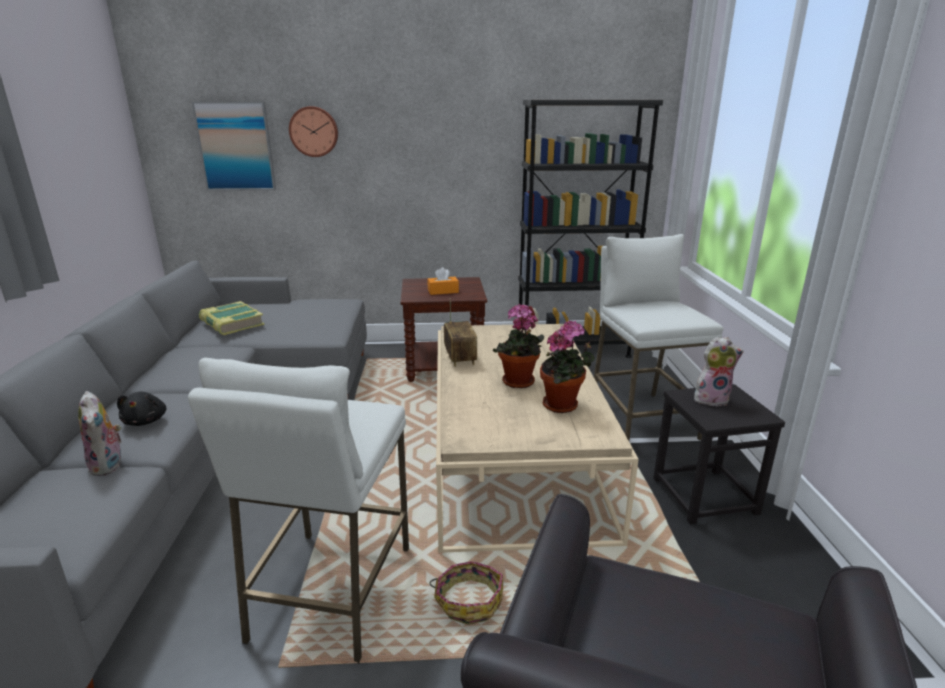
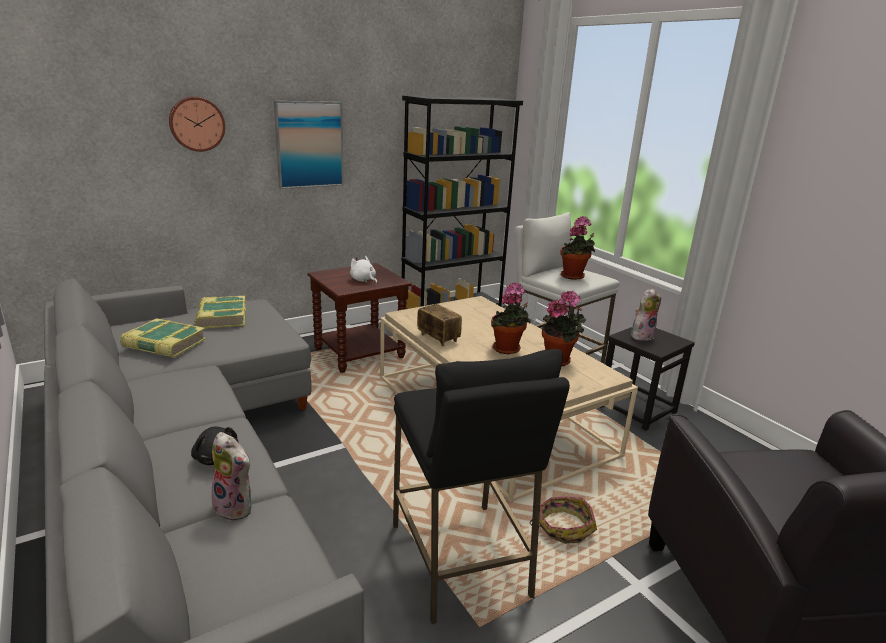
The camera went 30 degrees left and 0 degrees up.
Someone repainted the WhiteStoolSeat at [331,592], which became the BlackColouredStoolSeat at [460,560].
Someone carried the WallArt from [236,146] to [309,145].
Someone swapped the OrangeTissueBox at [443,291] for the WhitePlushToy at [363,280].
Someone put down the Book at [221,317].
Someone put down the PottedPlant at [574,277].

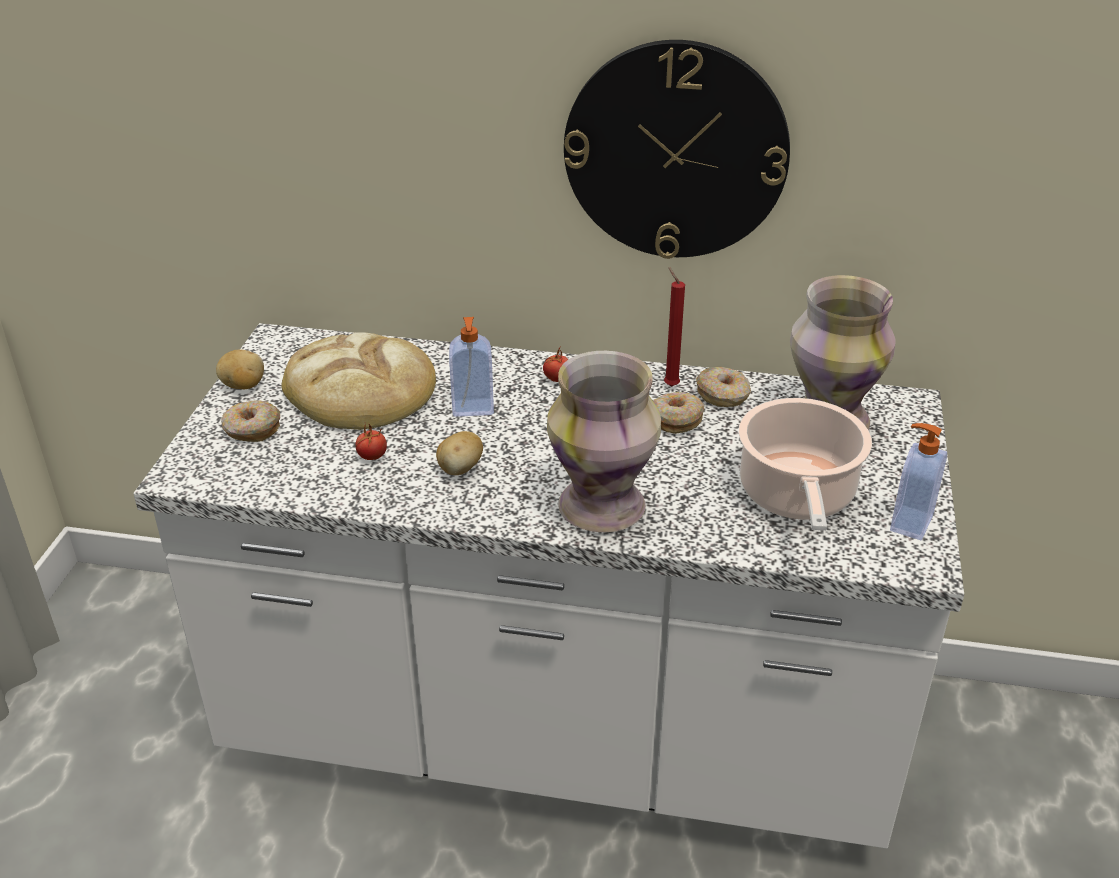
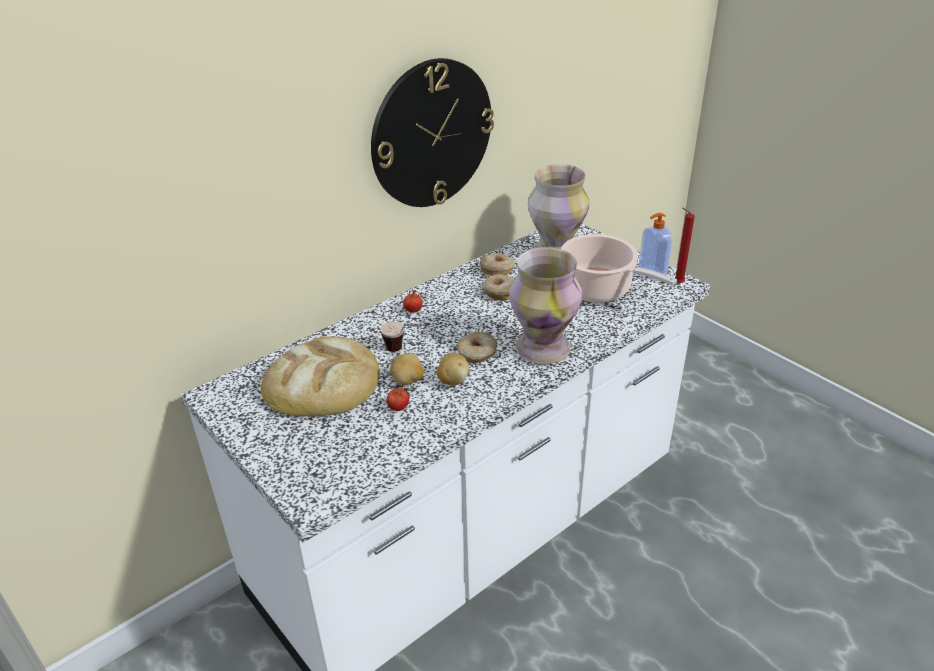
The camera went 50 degrees left and 0 degrees up.
Someone carried the Spud from [243,386] to [408,381].
Someone carried the Donut from [252,429] to [477,353].
Someone swapped the SoapDispenser at [473,409] for the Cup at [401,350].
Someone carried the RedWaxCandle from [669,385] to [677,283].

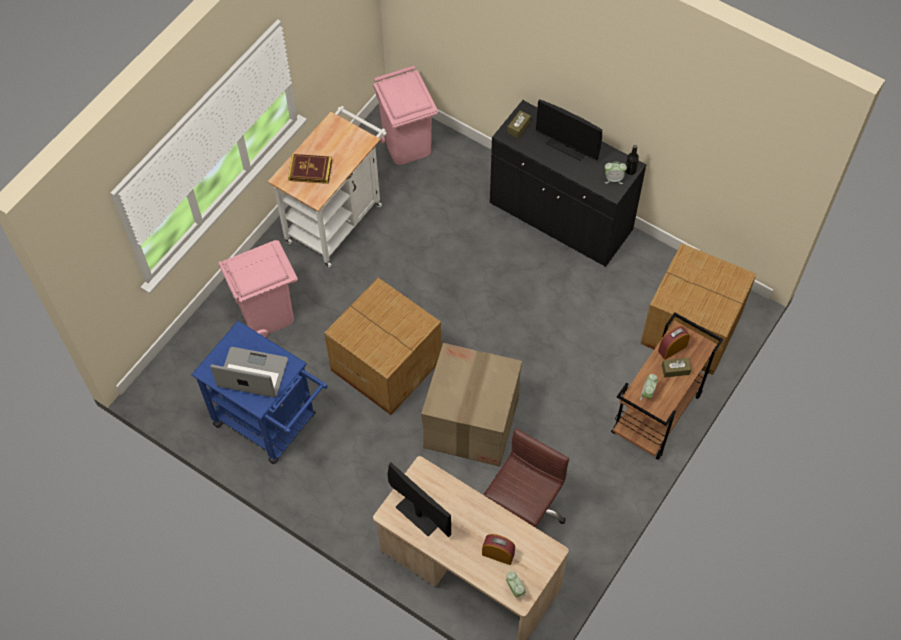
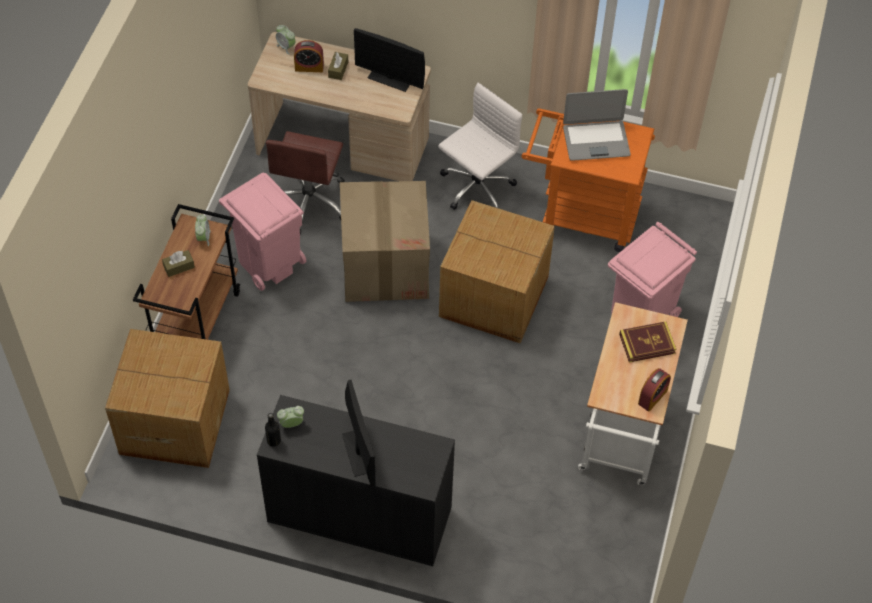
The camera went 160 degrees right and 5 degrees down.
Someone repainted the BlueColouredWheeledCart at [272,423], which became the OrangeWheeledCart at [580,214].
Someone carried the PinkColouredTrashCan from [407,145] to [268,263].
Someone carried the BrownColouredTissueBox from [518,127] to [338,69].
Someone rotated the Monitor at [567,146] by 60 degrees clockwise.
Someone carried the BedsideClock from [672,348] to [652,397].
Someone put down the WhiteComputerChair at [476,188].

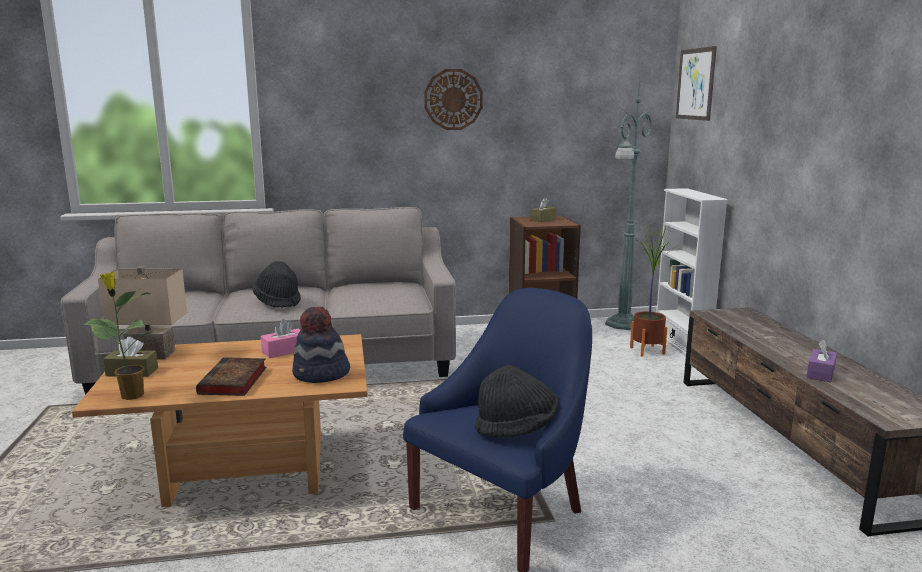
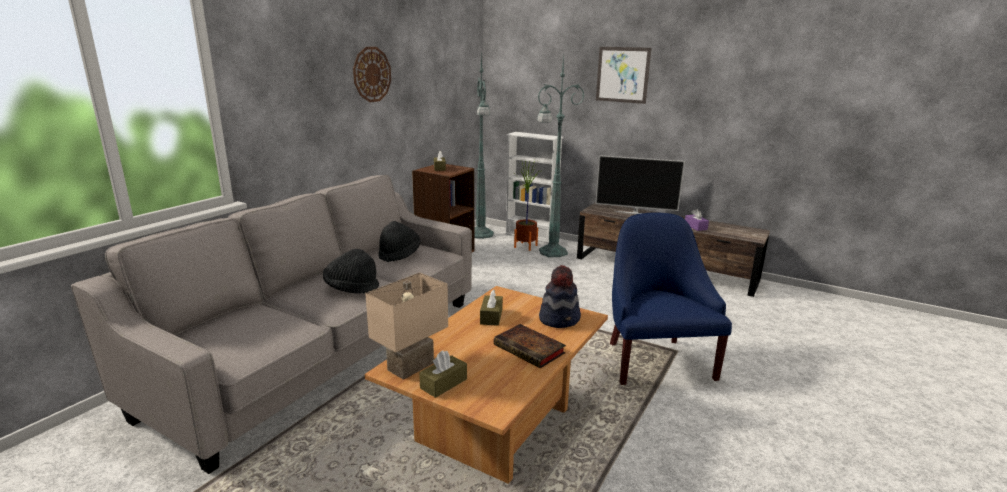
The camera went 50 degrees left and 5 degrees up.
Someone took away the PottedPlant at [130,395].
Someone repainted the PinkColouredTissueBox at [284,351], which became the BrownColouredTissueBox at [491,316].
Someone carried the BlackColouredClothingHat from [516,427] to [399,254].
Someone carried the WallArt from [695,84] to [622,75].
Someone put down the GreenishStandingLamp at [551,252].
Someone put down the Tv at [635,213].

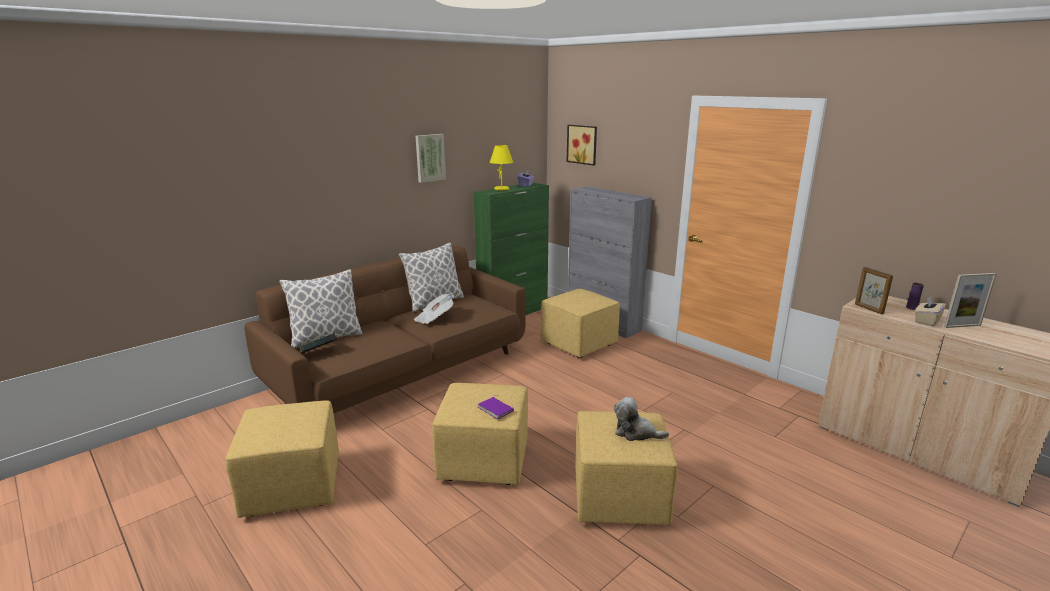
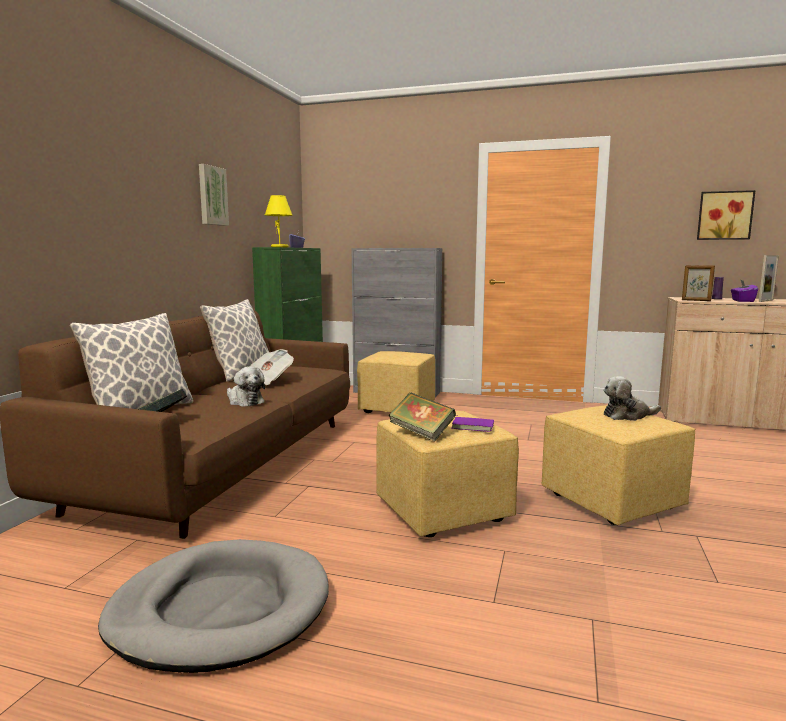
The camera went 30 degrees left and 10 degrees down.
Someone swapped the YellowColouredPouffe at [291,487] for the GreyishPetBed at [220,609].
Someone carried the WallArt from [583,144] to [724,215].
Someone repainted the SandColouredTissueBox at [926,321], which became the PurplishTissueBox at [742,301].
Someone put down the PlushToy at [244,401].
Someone put down the Book at [421,433].

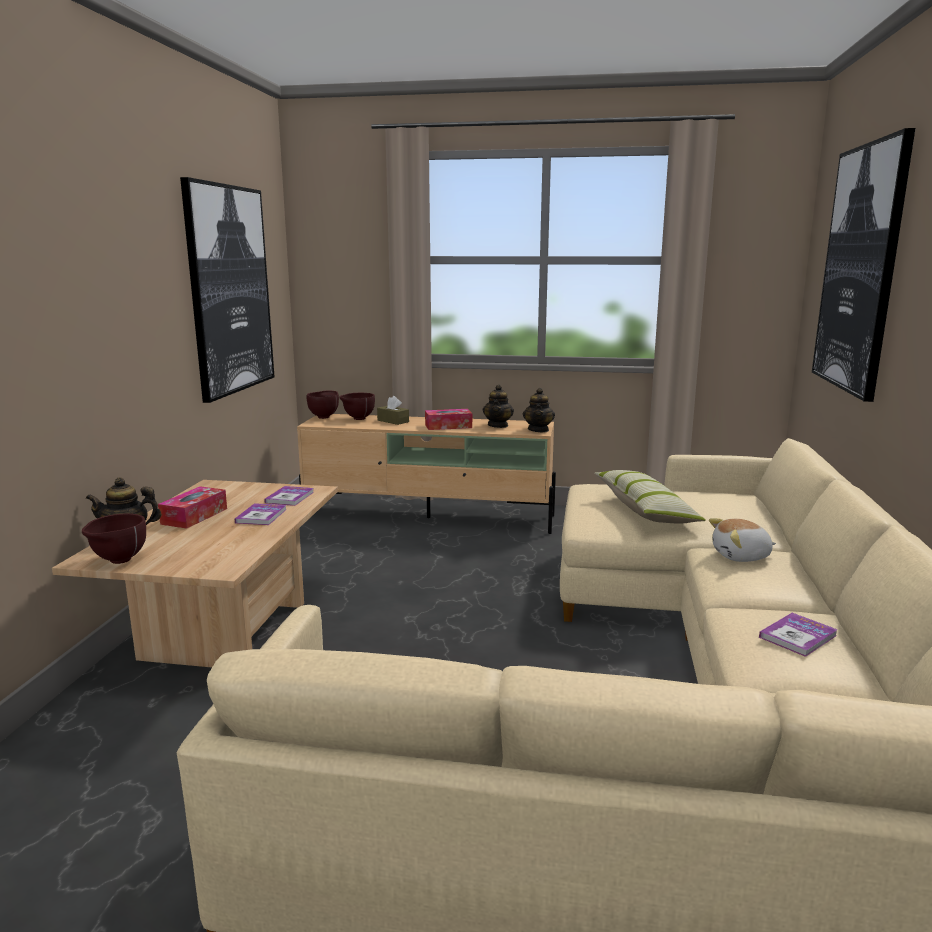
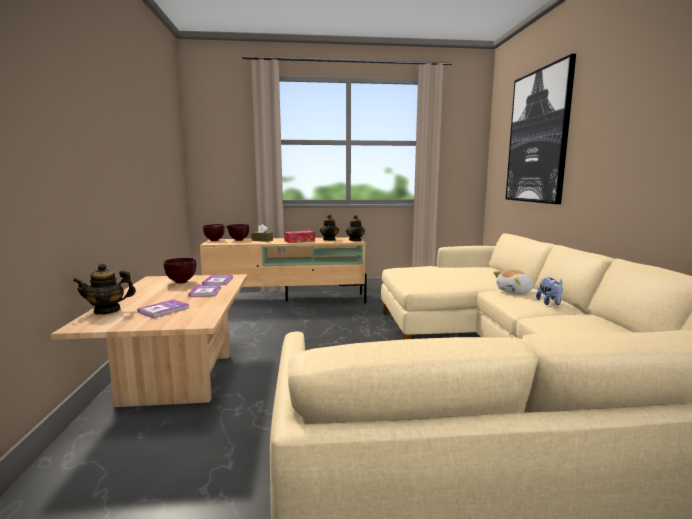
The camera went 15 degrees left and 5 degrees down.
Someone carried the BrownColouredDeepDish from [118,561] to [180,282].
Someone took away the TissueBox at [194,516].
Someone took away the WallArt at [230,290].
Someone took away the Pillow at [645,510].
Someone carried the Book from [798,636] to [164,310].
Someone put down the PlushToy at [549,303].

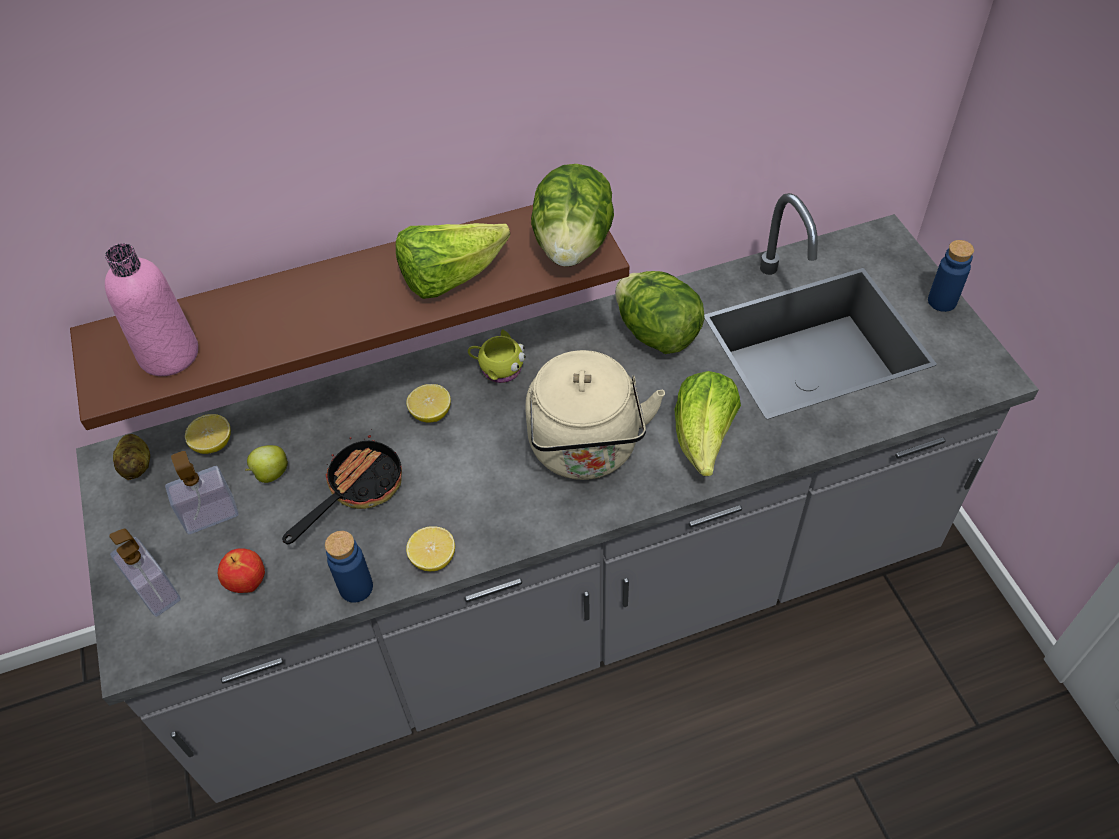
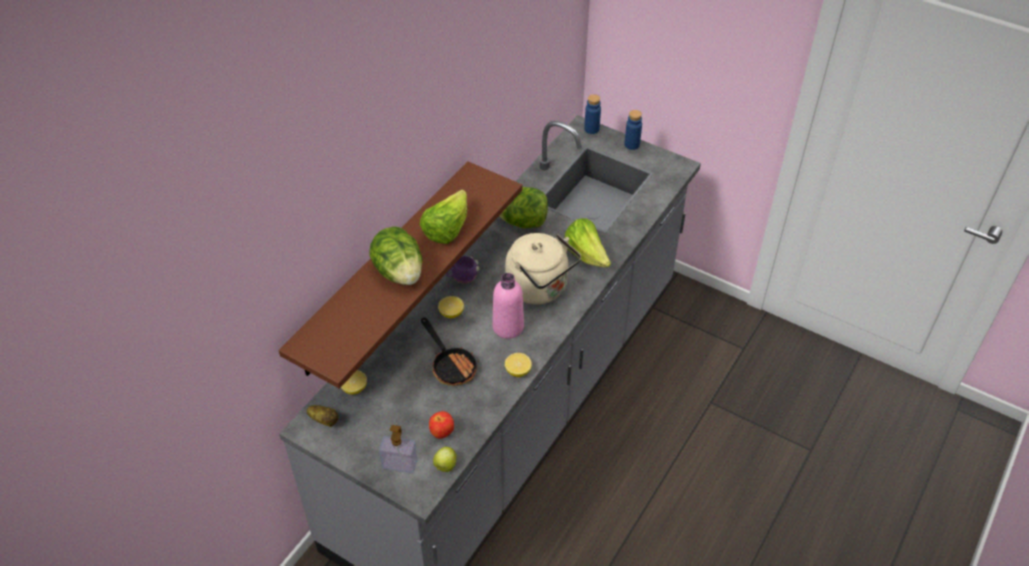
The camera went 40 degrees left and 5 degrees down.
Someone carried the PinkColouredDrinkBottle from [169,354] to [508,327].
Someone took away the SoapDispenser at [210,515].
Someone carried the Apple from [270,474] to [445,466].
Someone rotated the FryingPan at [357,489] by 150 degrees clockwise.
Someone carried the BlueColouredDrinkBottle from [356,587] to [591,129].
Someone repainted the YellowColouredTeaMug at [498,368], which became the PurplishTeaMug at [462,276].
Someone carried the HeadOfLettuce from [573,245] to [399,272].

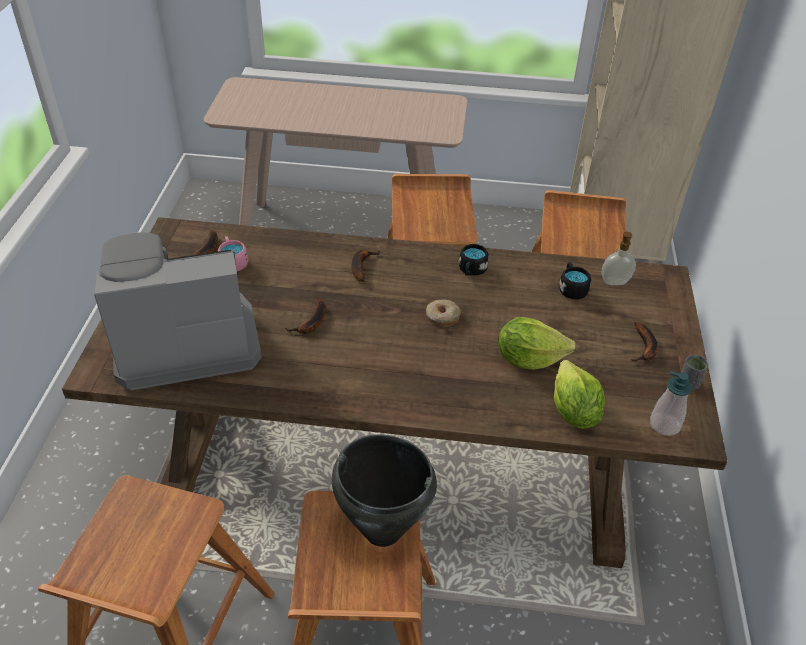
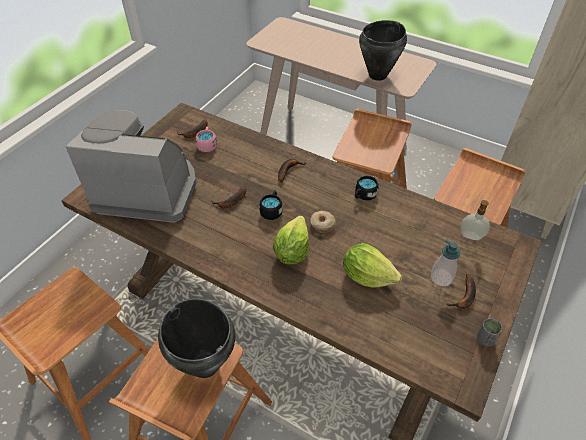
The camera went 25 degrees right and 5 degrees up.
Someone carried the HeadOfLettuce from [572,412] to [292,251].
Someone carried the BlackColouredTeaMug from [571,288] to [272,210].
Someone carried the SoapDispenser from [664,425] to [441,278].
Someone put down the BlackColouredSaucepot at [378,75].

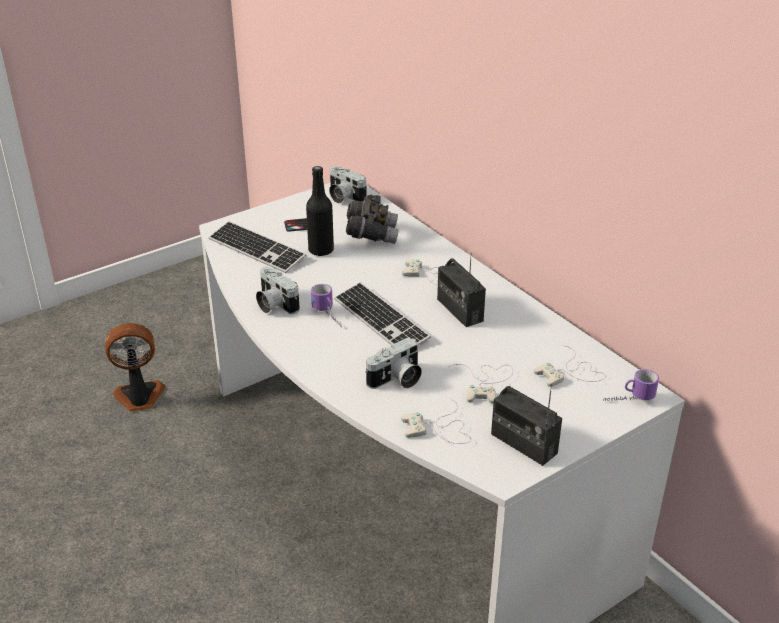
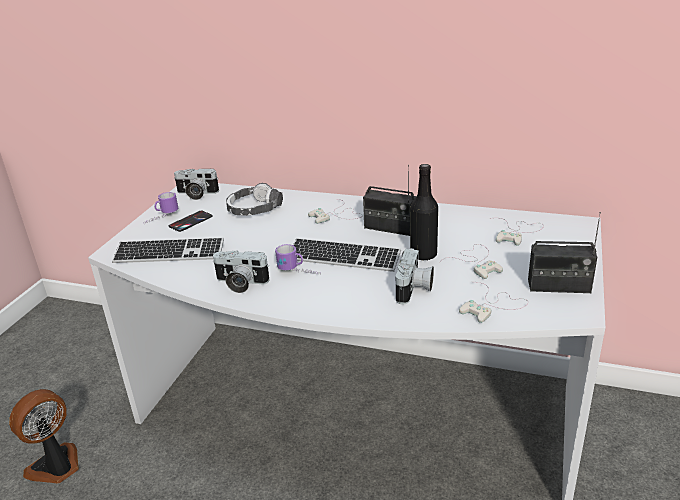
The camera went 35 degrees left and 5 degrees down.
Someone carried the BlackColouredDrinkBottle from [321,250] to [423,255].
Someone swapped the GreyishFieldGlasses at [371,234] for the PairOfHeadphones at [254,209].
Someone carried the TeaMug from [628,399] to [161,218].

